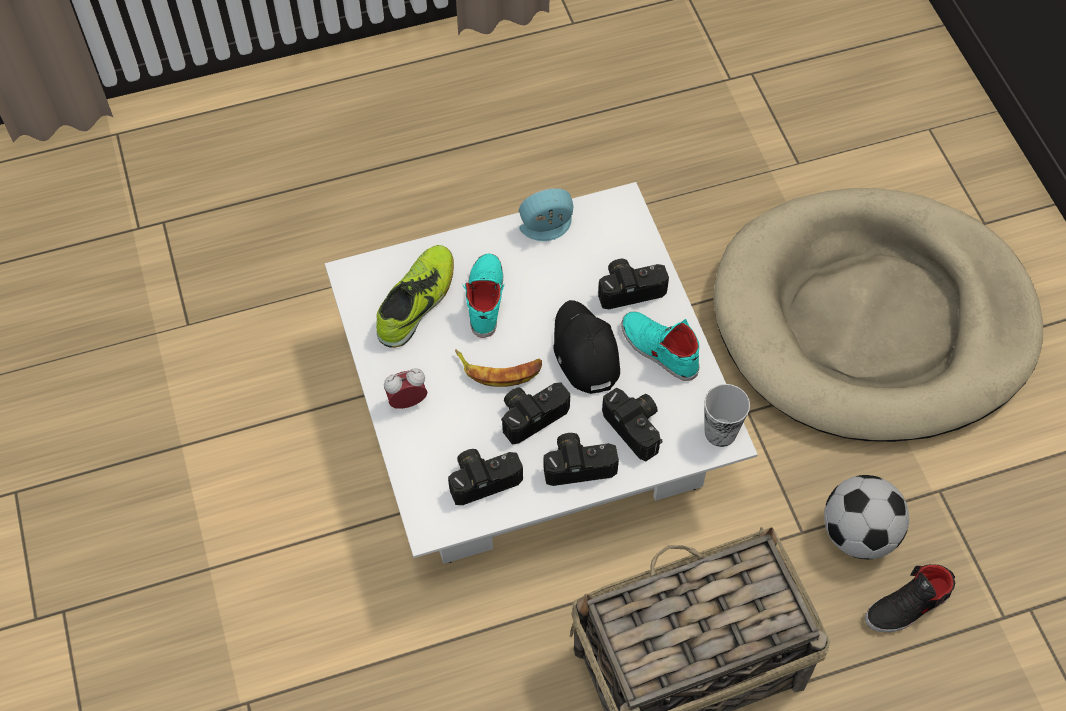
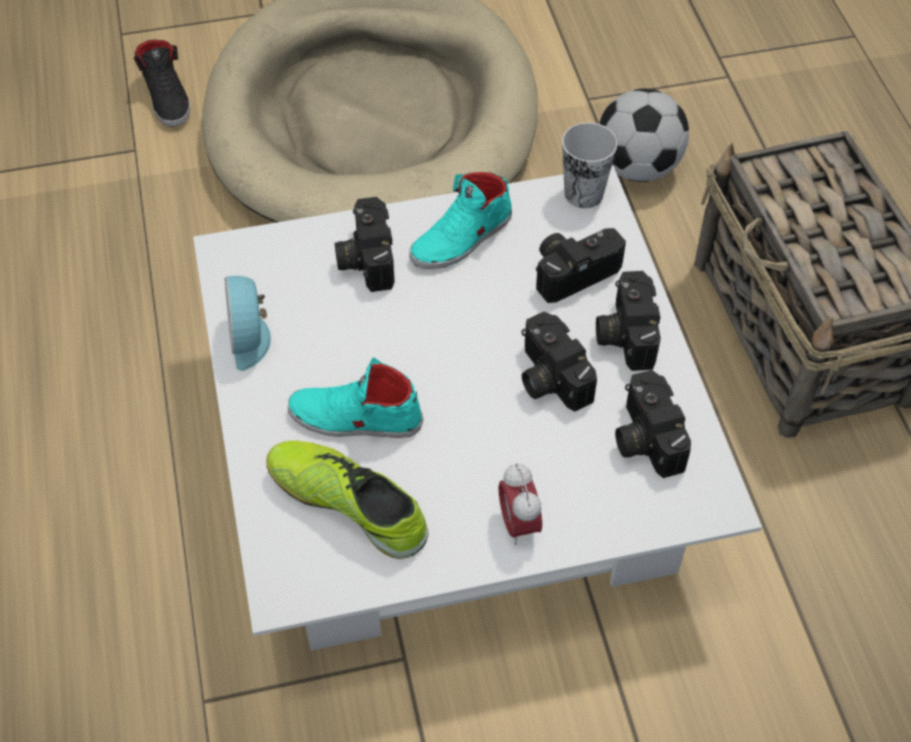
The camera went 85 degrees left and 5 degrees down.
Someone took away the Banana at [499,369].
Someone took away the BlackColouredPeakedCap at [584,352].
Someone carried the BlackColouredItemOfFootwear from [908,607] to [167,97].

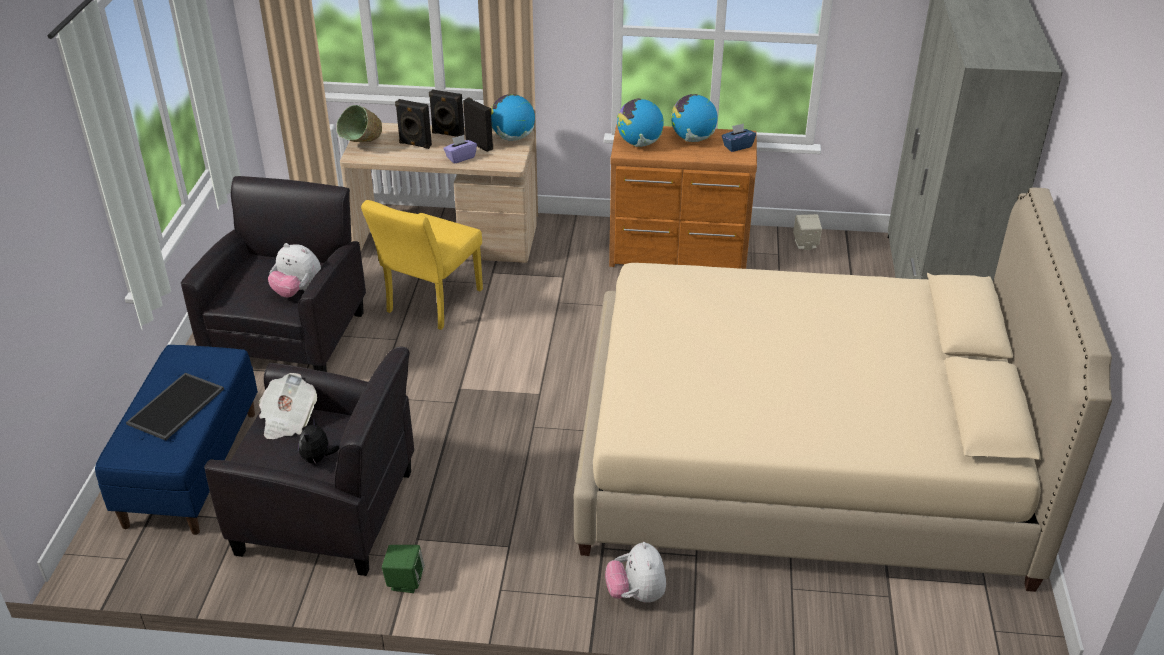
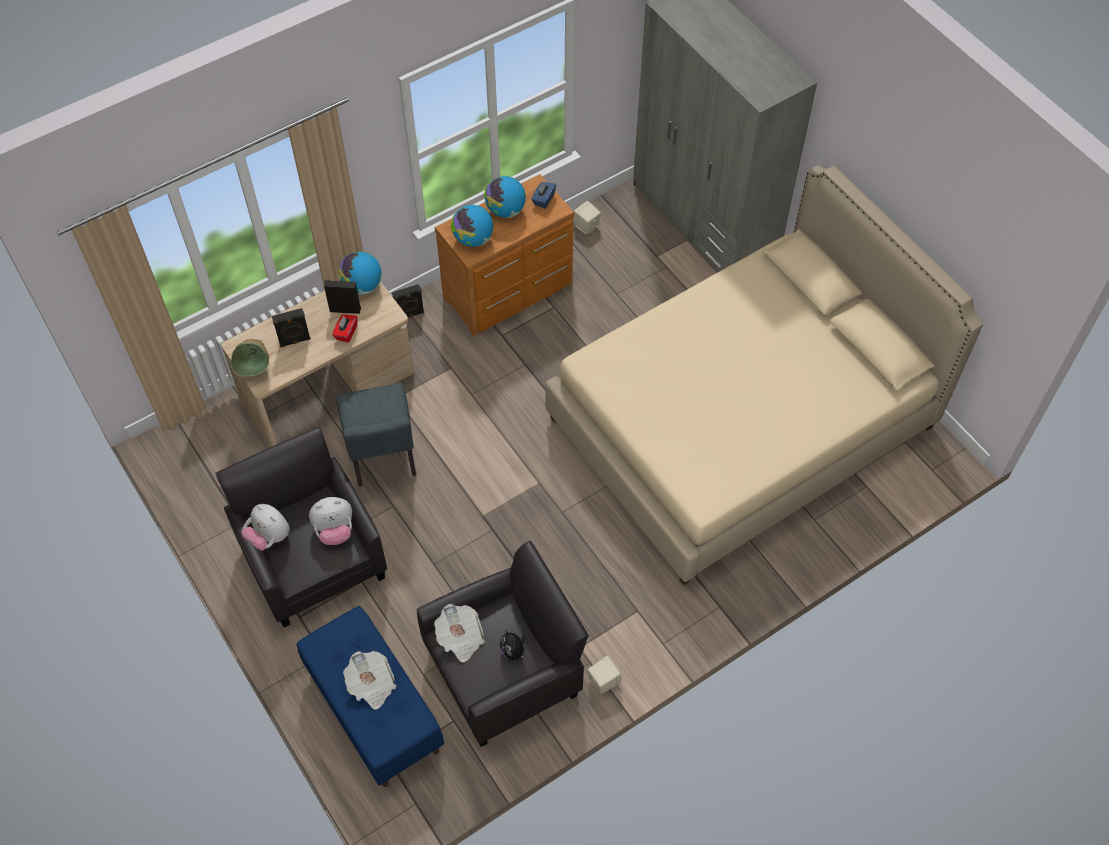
The camera went 40 degrees left and 20 degrees up.
Someone swapped the ServingTray at [176,407] for the DailyPaper at [371,685].
Someone repainted the YellowColouredPlainChair at [430,304], which became the GreyishPlainChair at [383,458].
Someone repainted the GreenishSpeaker at [405,581], which became the SandColouredSpeaker at [603,681].
Someone carried the BlackColouredSpeaker from [448,134] to [410,315].
Someone repainted the PurplishTissueBox at [460,157], which became the RedTissueBox at [346,333].
Someone carried the PlushToy from [636,594] to [269,538].

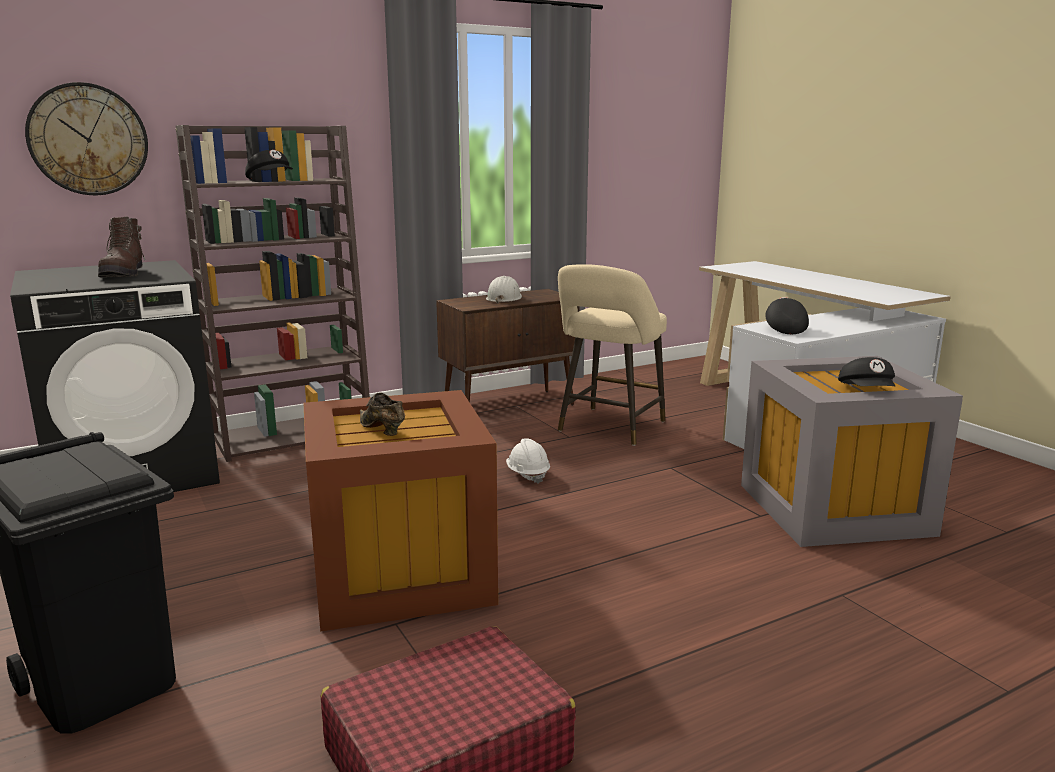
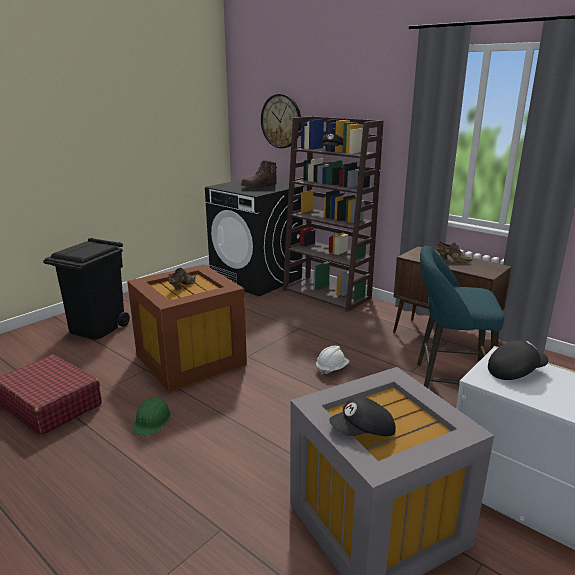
The camera went 70 degrees right and 5 degrees up.
Someone swapped the WhiteWorkHelmet at [504,298] for the BrownColouredItemOfFootwear at [451,260].
Someone repainted the SandColouredStoolSeat at [609,428], which became the BlueGreenStoolSeat at [446,384].
Someone put down the GreenishWorkHelmet at [152,421].

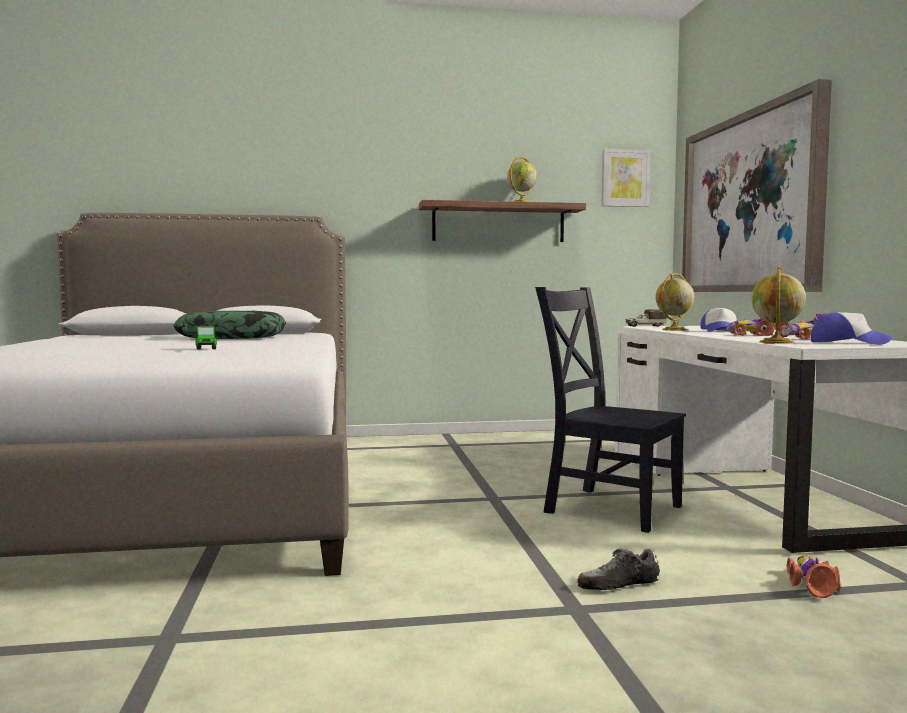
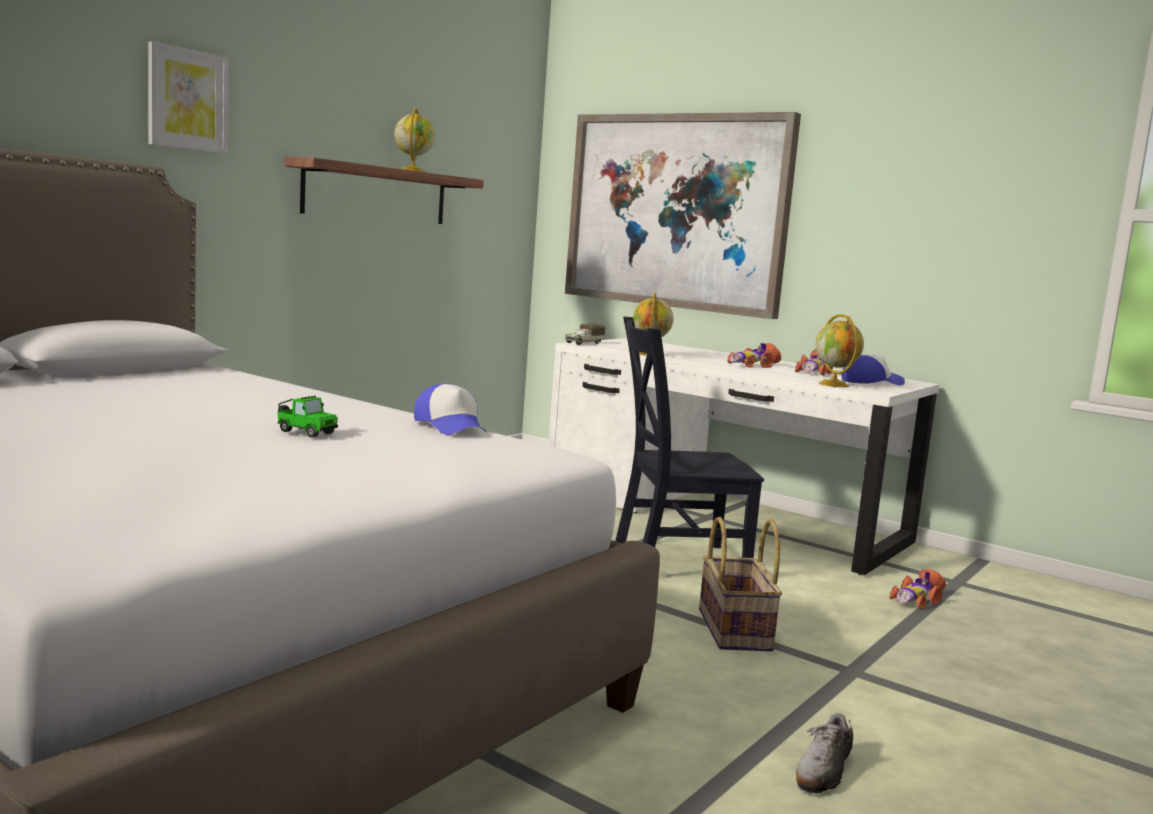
The camera went 45 degrees left and 5 degrees up.
Someone took away the Pillow at [233,337].
Someone carried the ItemOfFootwear from [617,585] to [823,770].
Someone carried the WallArt from [625,178] to [187,100].
Someone carried the PeakedCap from [720,331] to [451,426].
Someone rotated the MiniatureCar at [812,584] by 105 degrees counterclockwise.
Someone put down the Basket at [736,630].

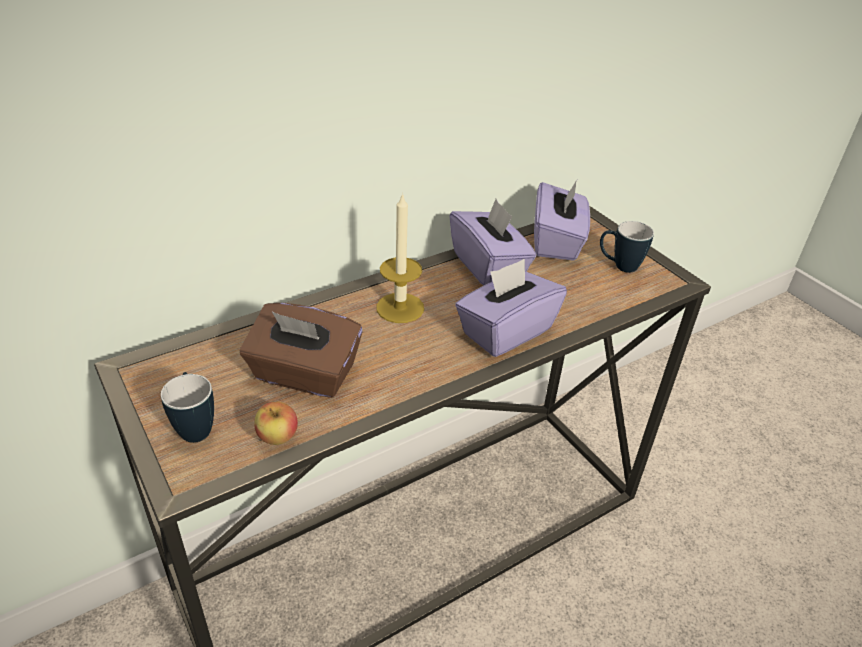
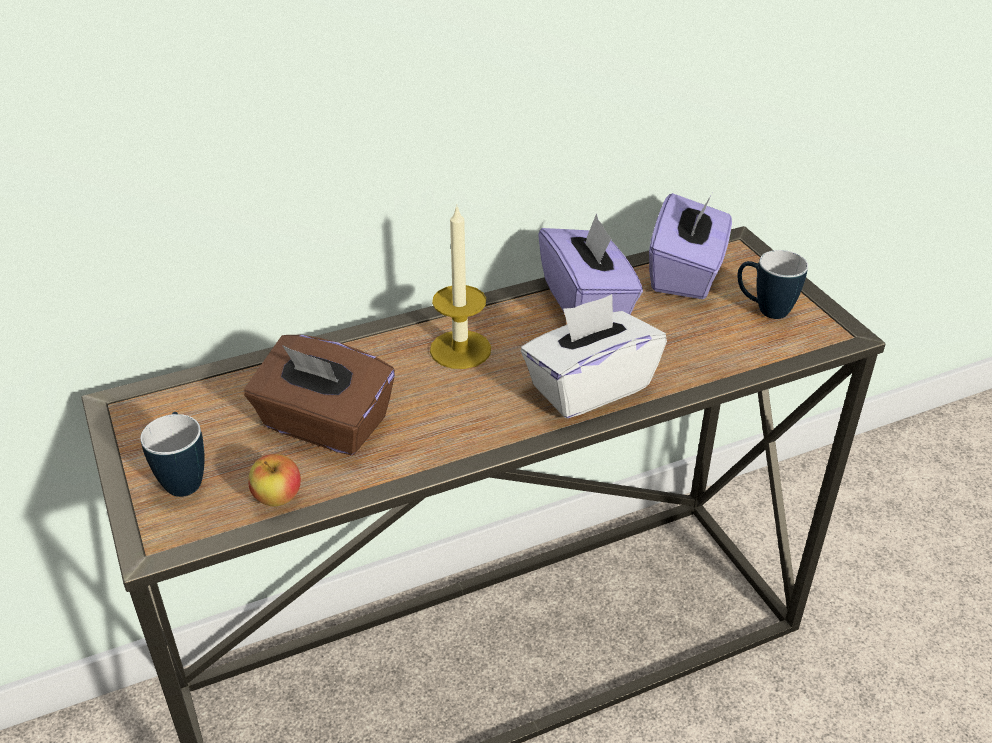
The camera went 10 degrees right and 0 degrees up.
Someone repainted the PurplishTissueBox at [505,331], which became the WhiteTissueBox at [589,387].

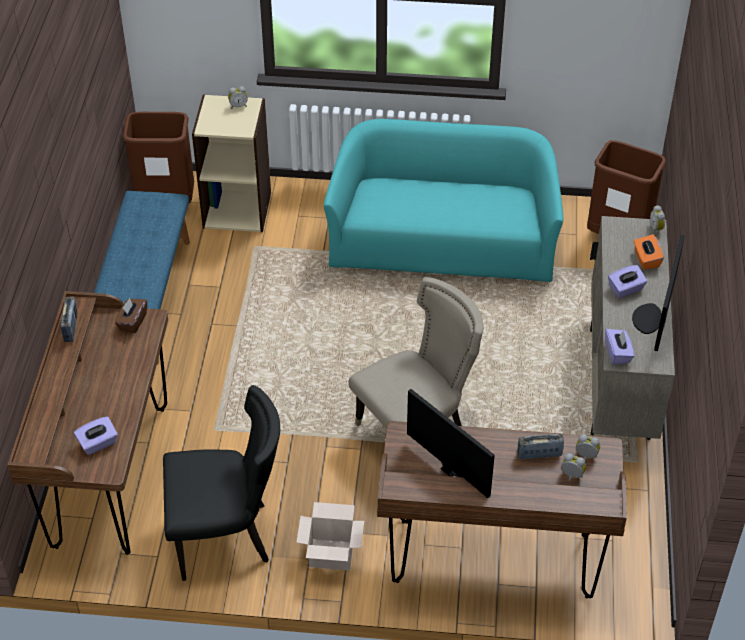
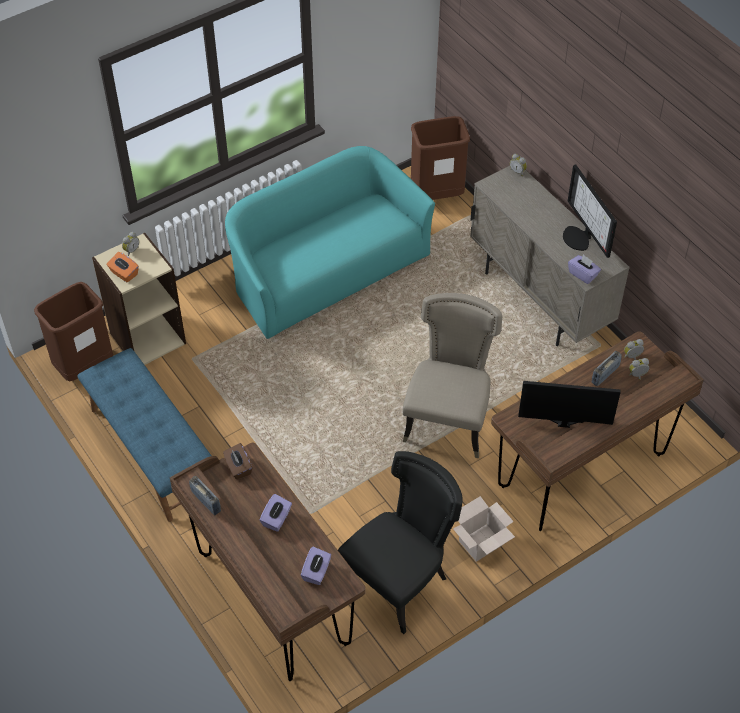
The camera went 40 degrees left and 5 degrees up.
Someone carried the PurplishTissueBox from [626,289] to [276,519].
Someone carried the OrangeTissueBox from [646,259] to [124,273].

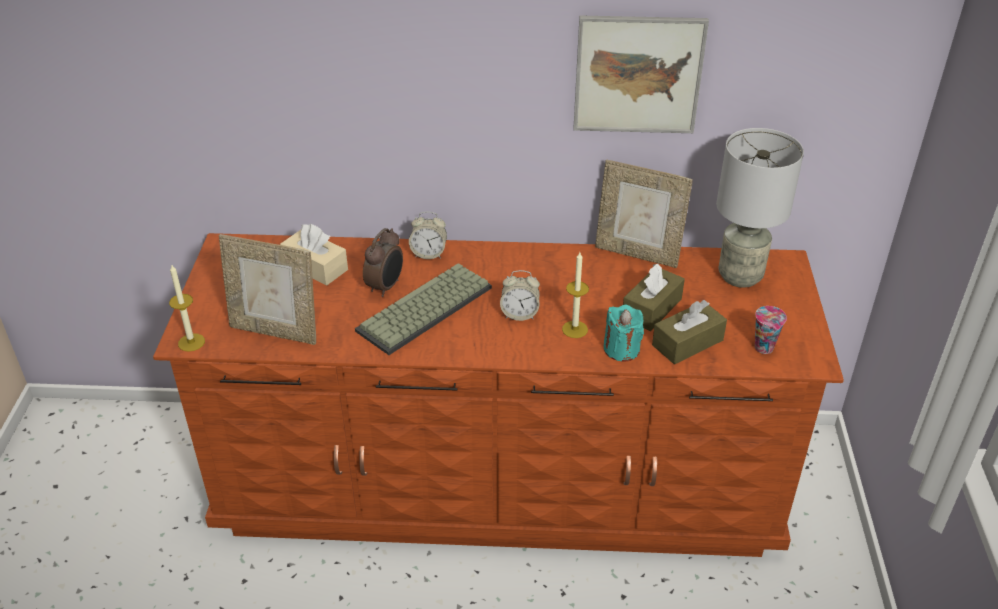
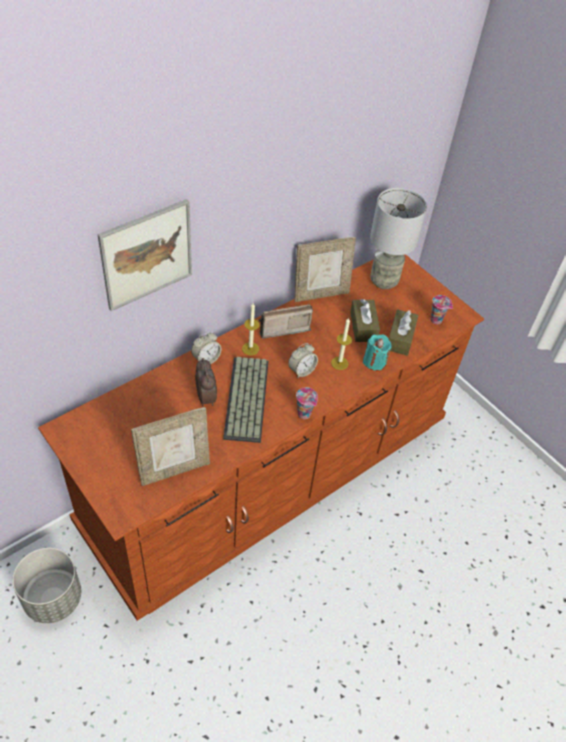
The camera went 45 degrees left and 10 degrees up.
Someone carried the WaxCandle from [191,342] to [250,348].
Someone took away the SandColouredTissueBox at [315,267].
Someone carried the WallArt from [638,75] to [147,254].
Someone put down the GreyishPlanter at [52,599].
Someone put down the RadioReceiver at [281,327].
Someone put down the Cup at [305,414].

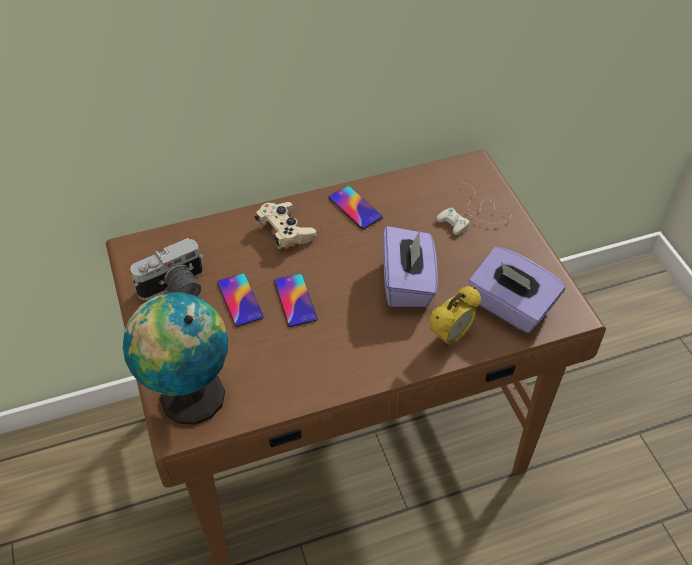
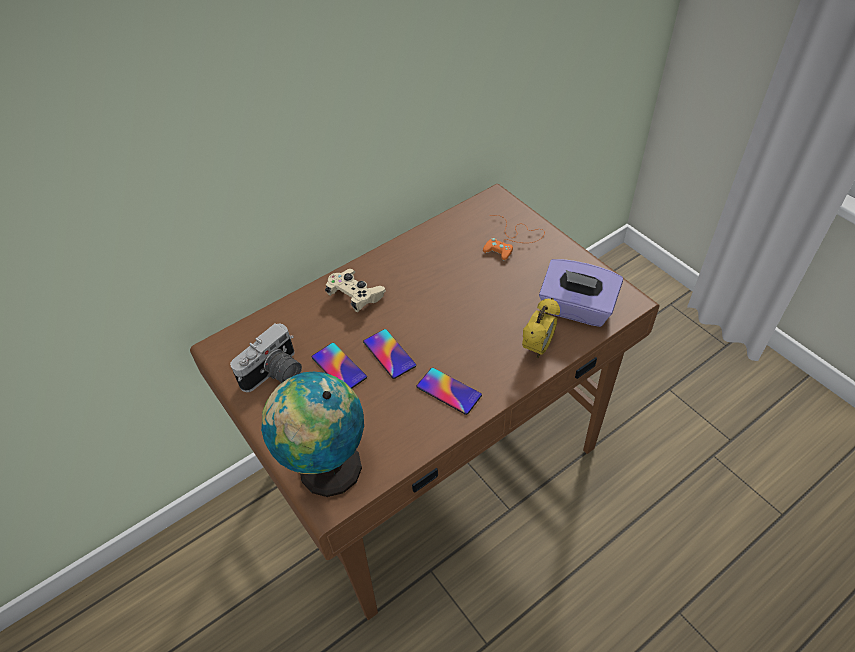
The camera went 15 degrees left and 0 degrees up.
Someone carried the Telephone from [355,208] to [449,391].
Someone took away the PurplishTissueBox at [407,283].
Someone repainted the WhiteGamepad at [474,215], which became the OrangeGamepad at [512,239].

